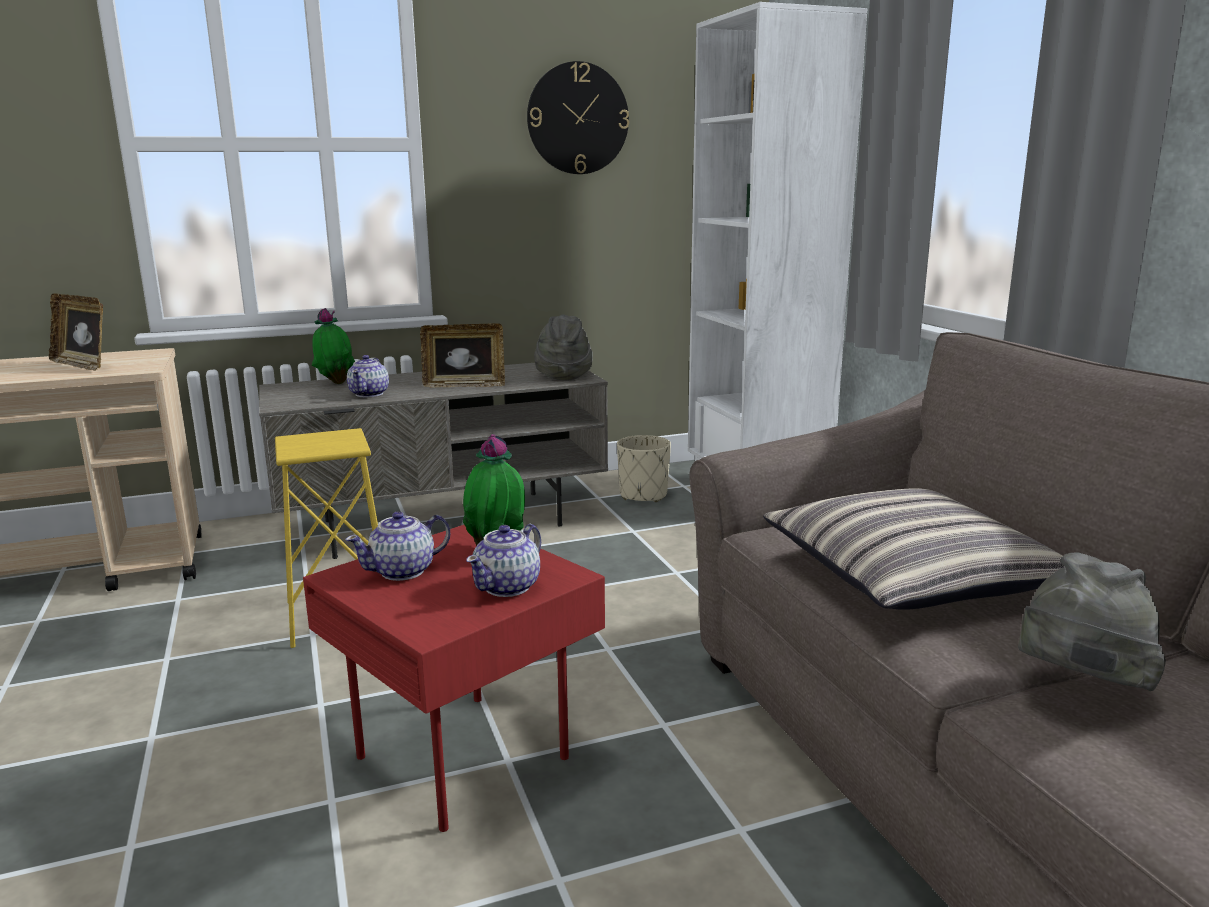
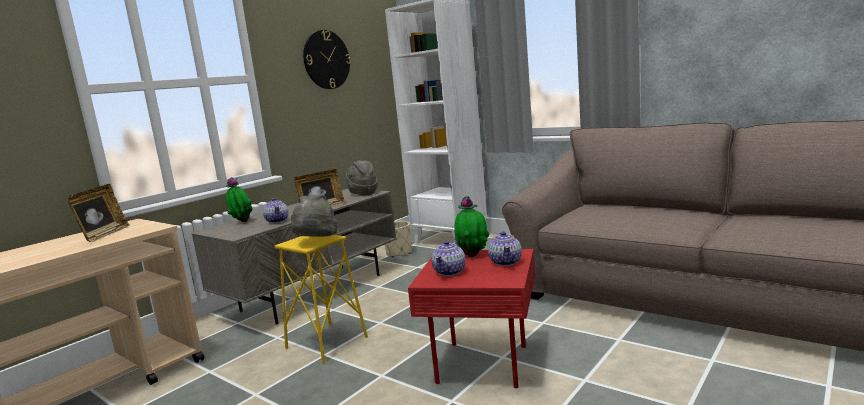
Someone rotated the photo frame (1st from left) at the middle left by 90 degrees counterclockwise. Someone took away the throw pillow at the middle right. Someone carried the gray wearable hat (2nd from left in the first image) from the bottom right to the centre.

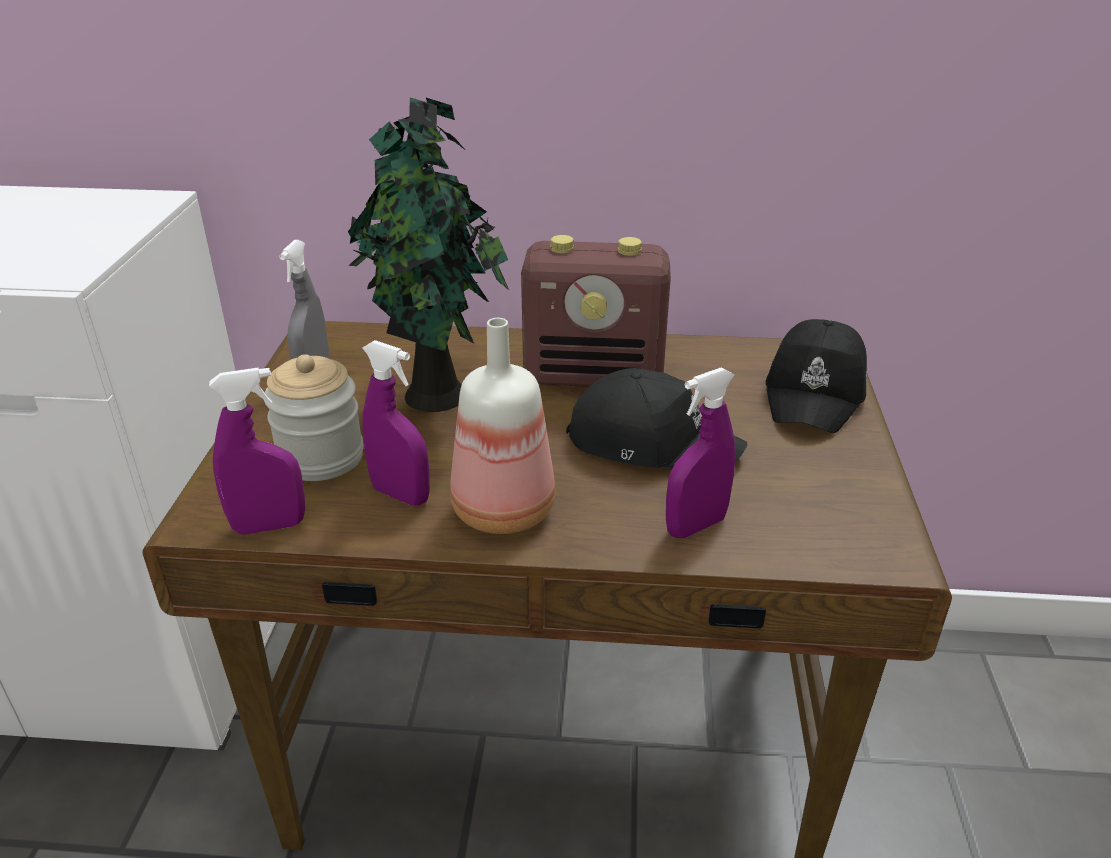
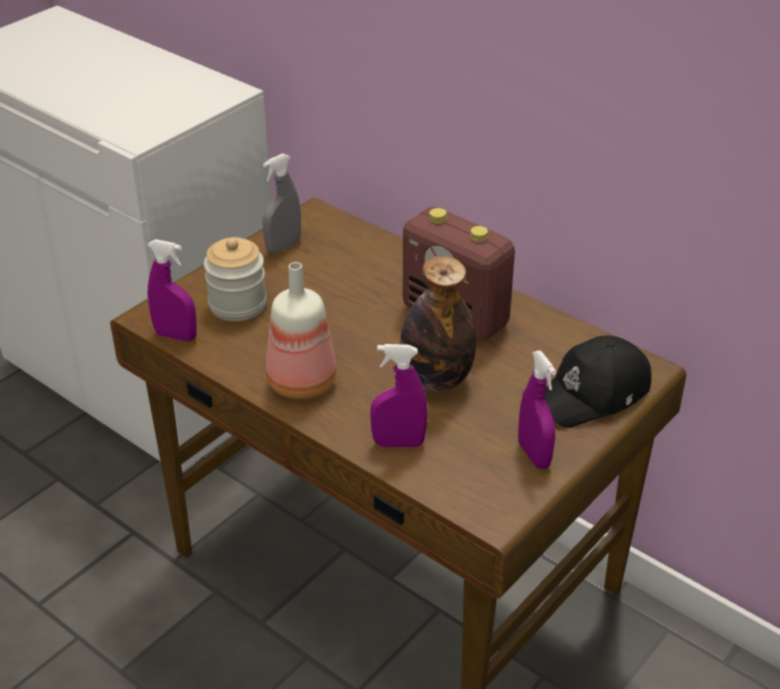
Someone took away the houseplant at the top centre. Someone carried the purple hand sprayer (2nd from left in the first image) from the centre to the middle right. Someone swapped the blackish baseball cap (1st from left) at the centre for the drink bottle (2nd from left) at the centre.

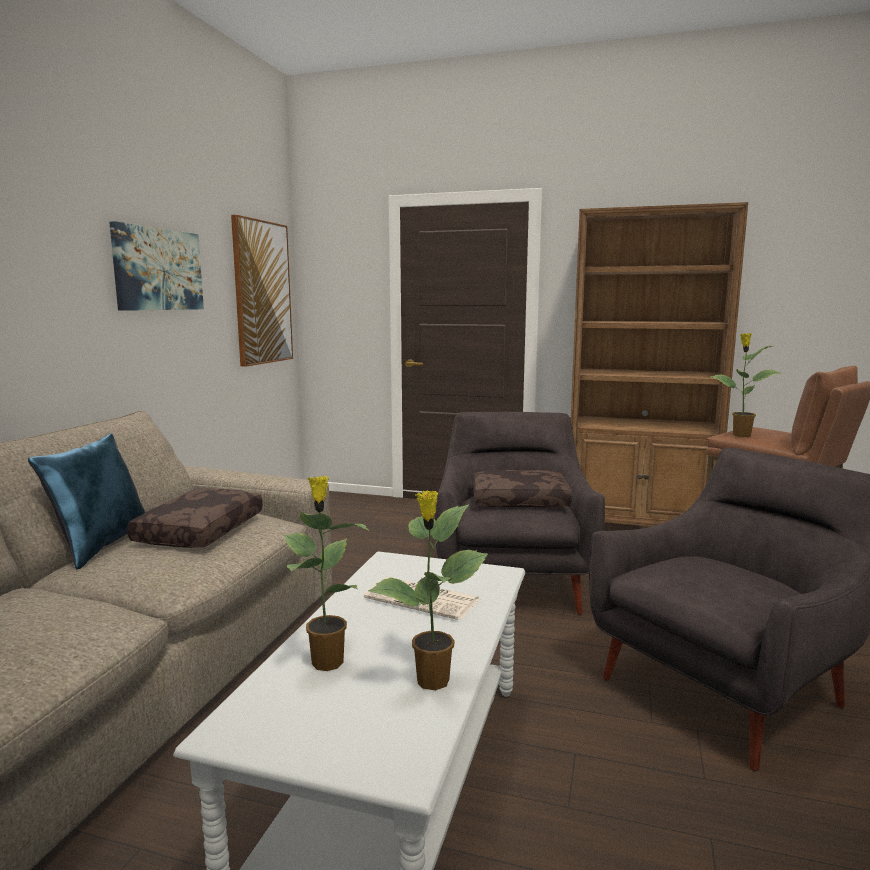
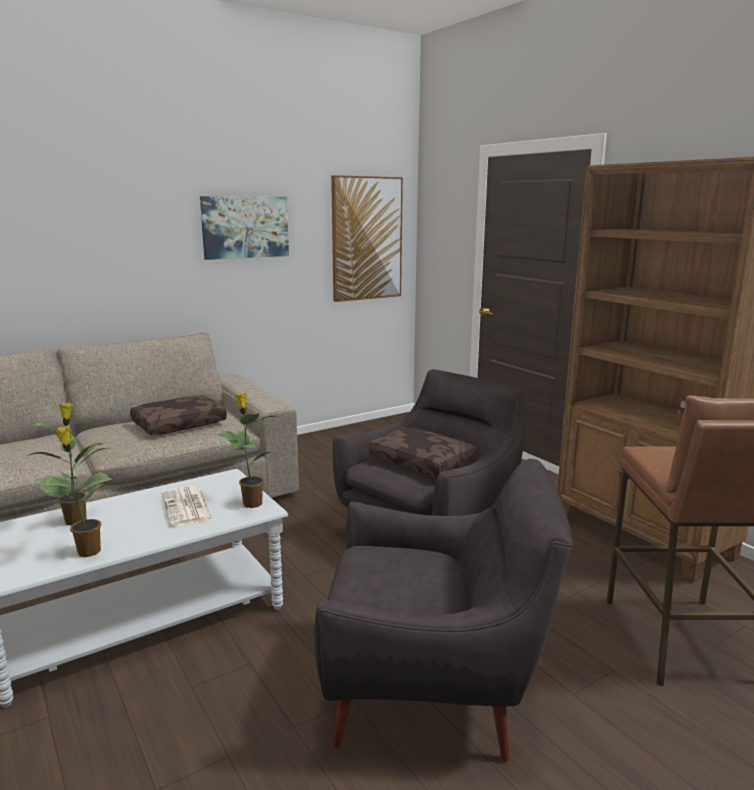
Someone took away the blue throw pillow at the middle left. Someone carried the houseplant (3rd from left) from the middle right to the middle left.

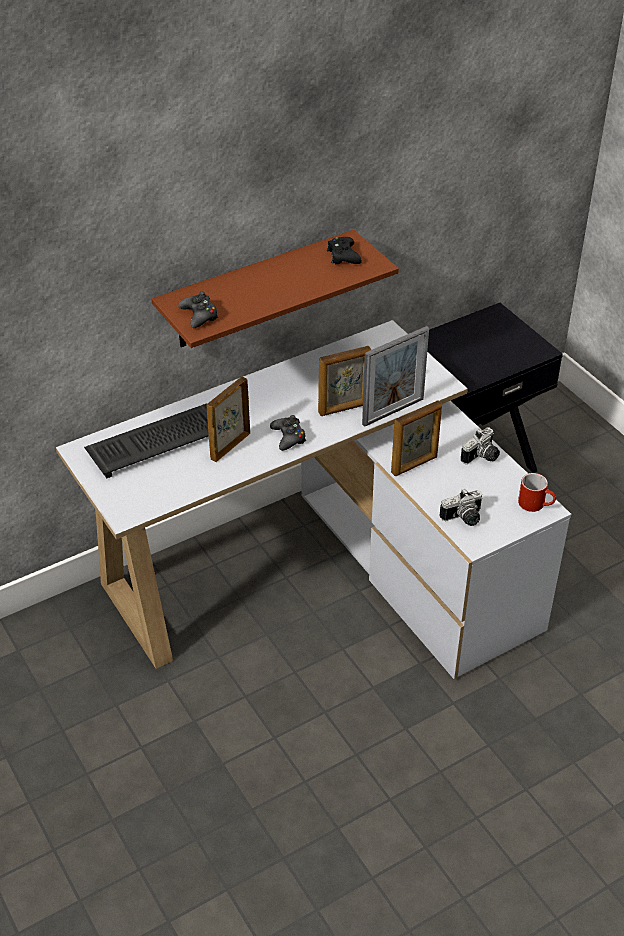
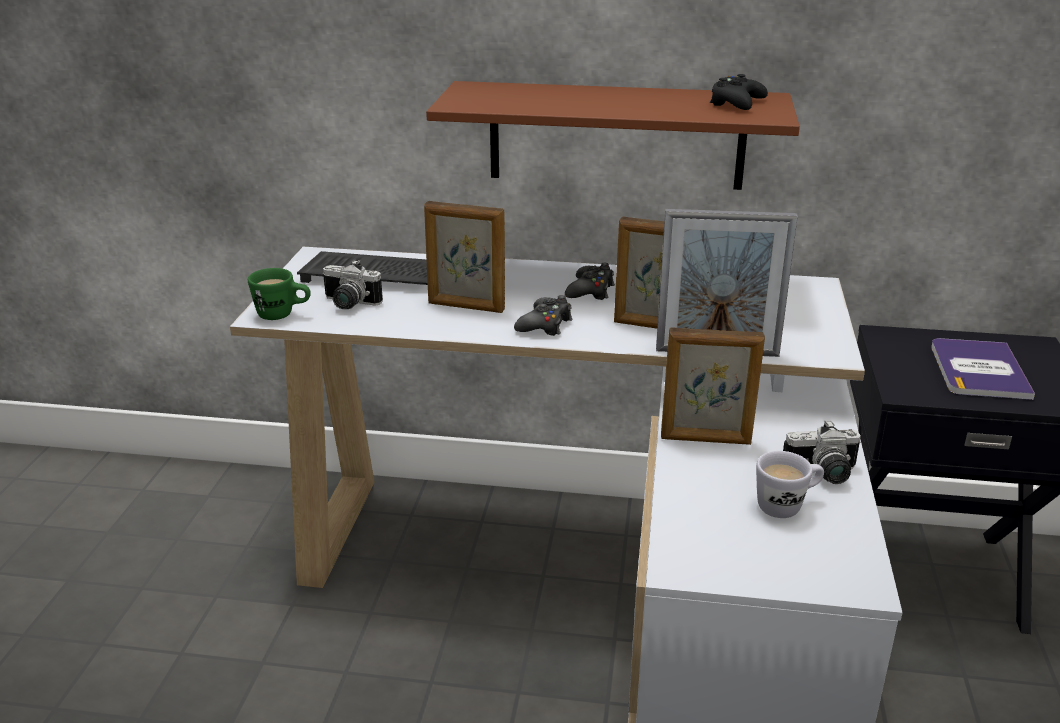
Someone carried the blackish gamepad (1st from left in the first image) from the top left to the centre. Someone rotated the photo frame (1st from left) at the centre by 150 degrees counterclockwise. Someone carried the photo camera (1st from left) from the middle right to the middle left. Someone took away the reddish mug at the middle right. Someone put down the green mug at the middle left. Someone put down the whitish mug at the bottom right. Someone put down the bound book at the middle right.

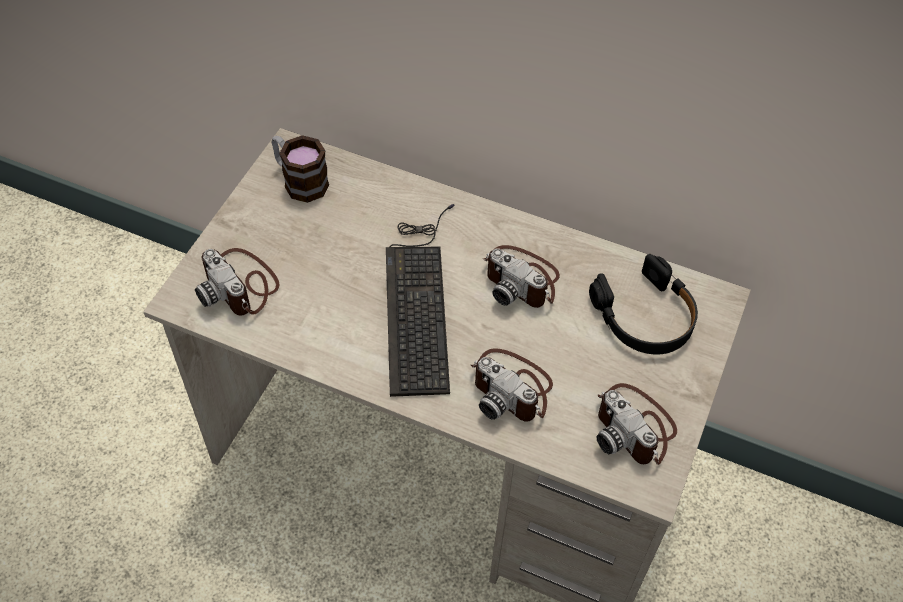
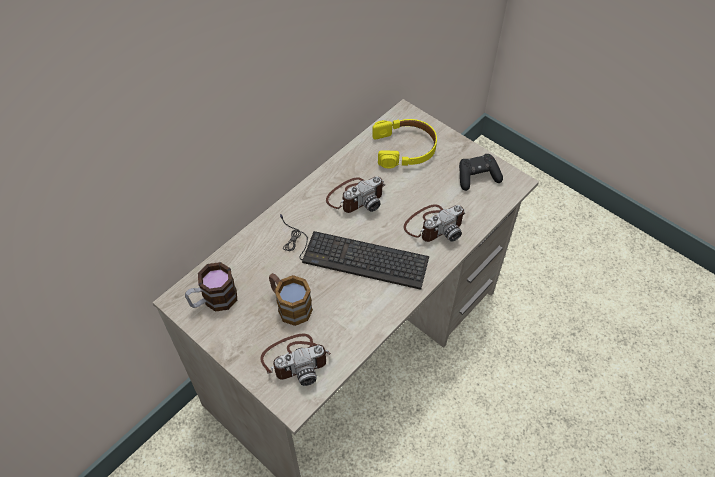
Someone repainted the blackish pair of headphones at the middle right, which became the yellow-coloured pair of headphones at the top centre. Someone swapped the photo camera (4th from left) at the bottom right for the blackish gamepad at the middle right. Someone put down the mug (2nd from left) at the centre.

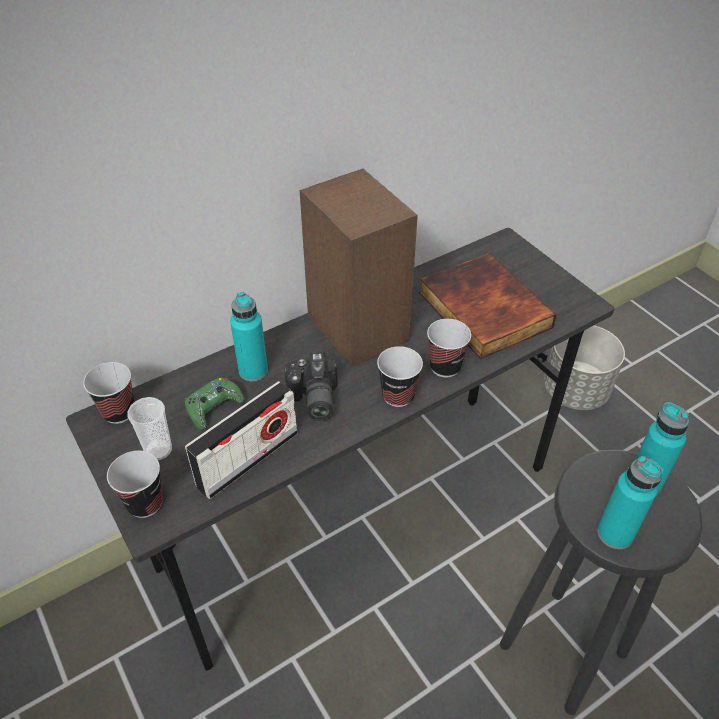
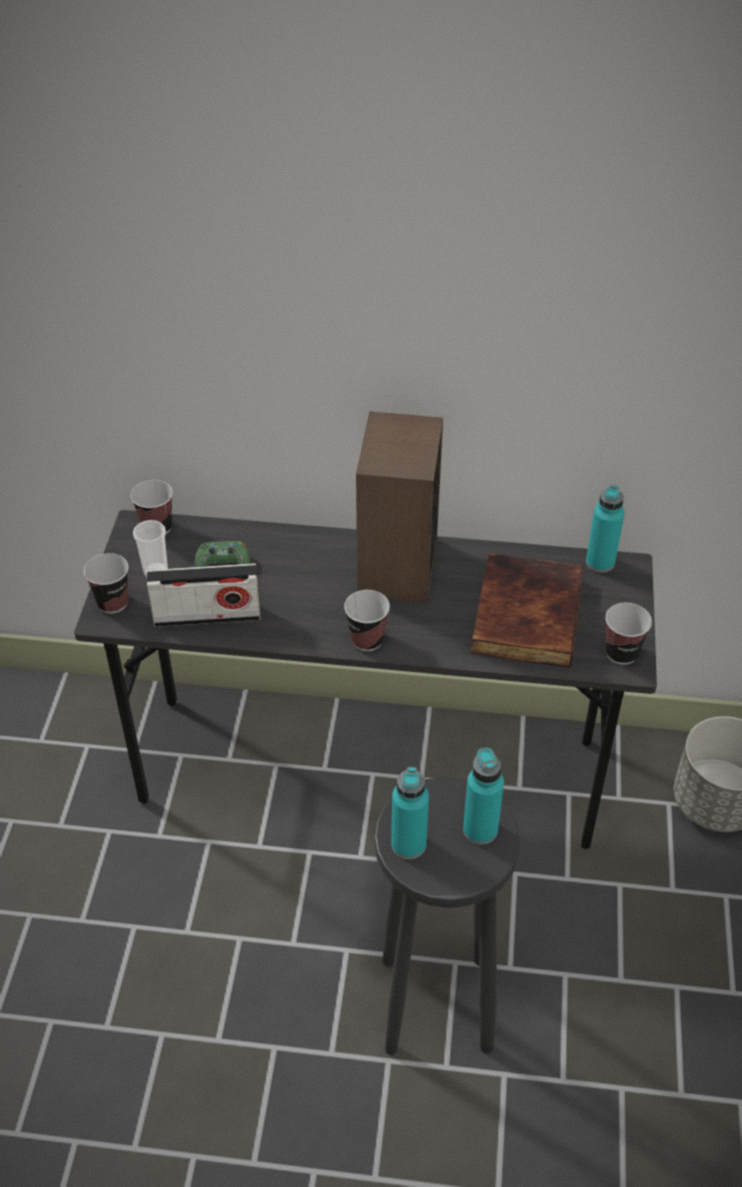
Someone carried the blue-green drink bottle (1st from left in the first image) from the centre to the middle right. Someone took away the photo camera at the centre. Someone carried the drinking cup (5th from left) from the centre to the middle right.

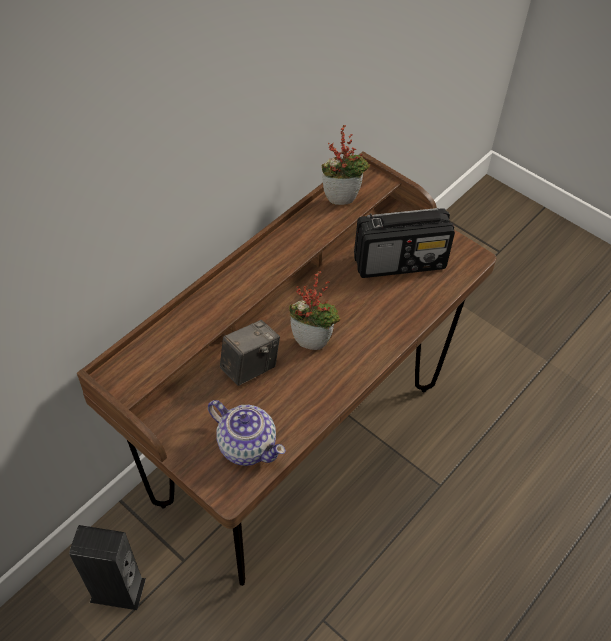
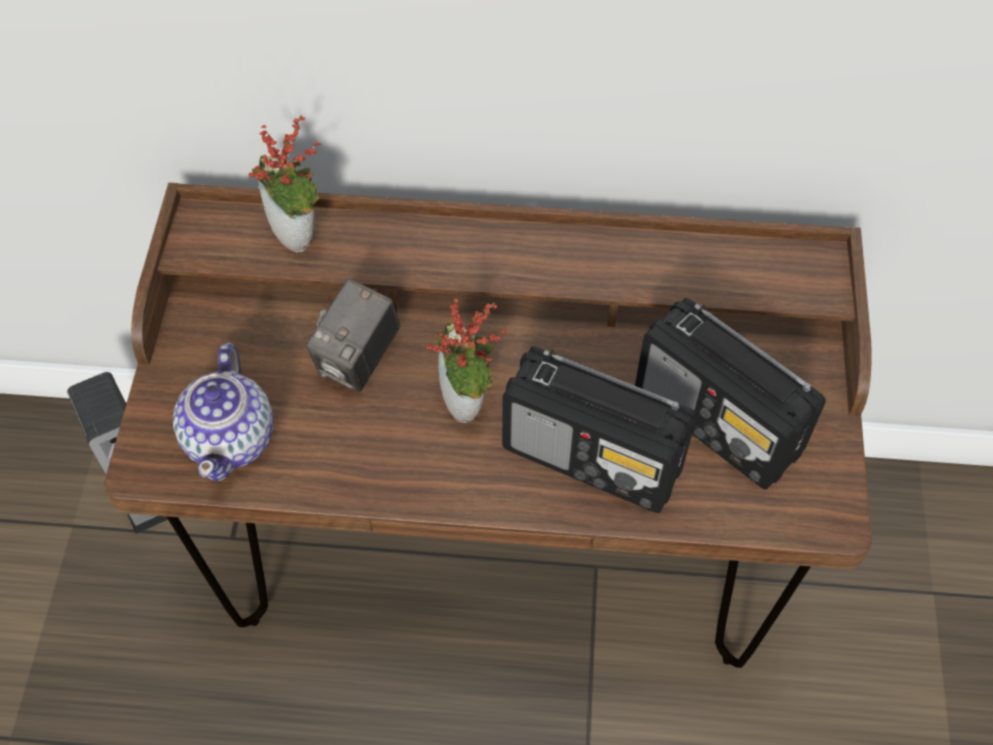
Someone rotated the photo camera at the centre by 105 degrees clockwise. Someone carried the houseplant (2nd from left in the first image) from the top centre to the top left. Someone put down the radio (1st from left) at the centre.

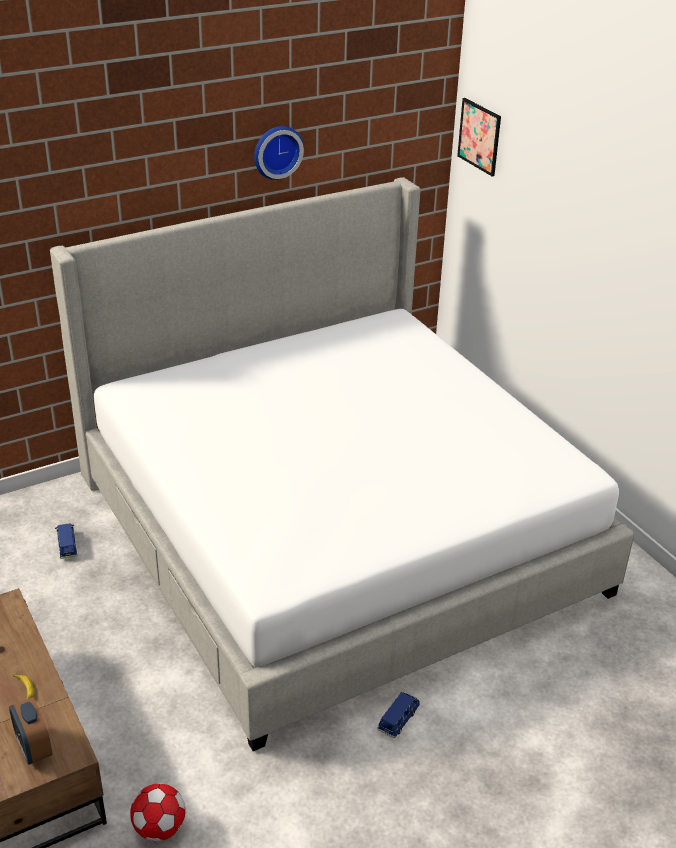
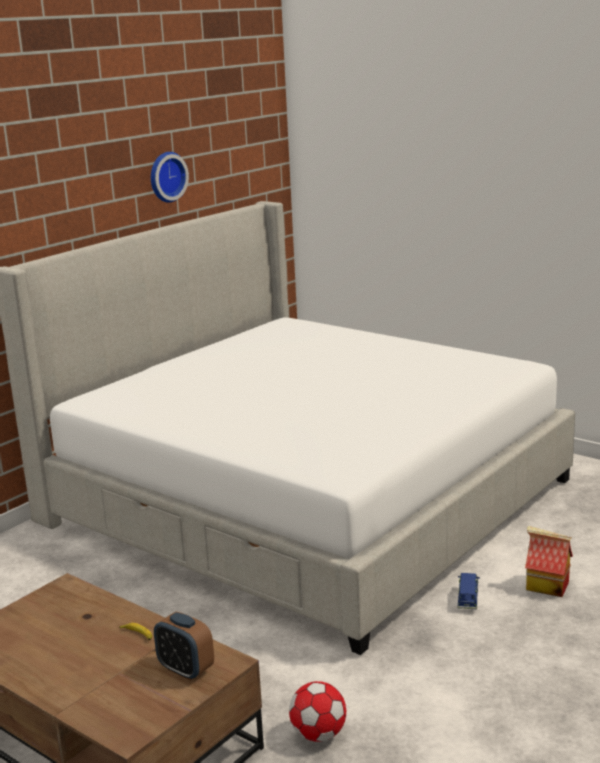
Someone took away the blue toy car (1st from left) at the middle left. Someone took away the wall picture at the top right. Someone put down the miniature house at the bottom right.

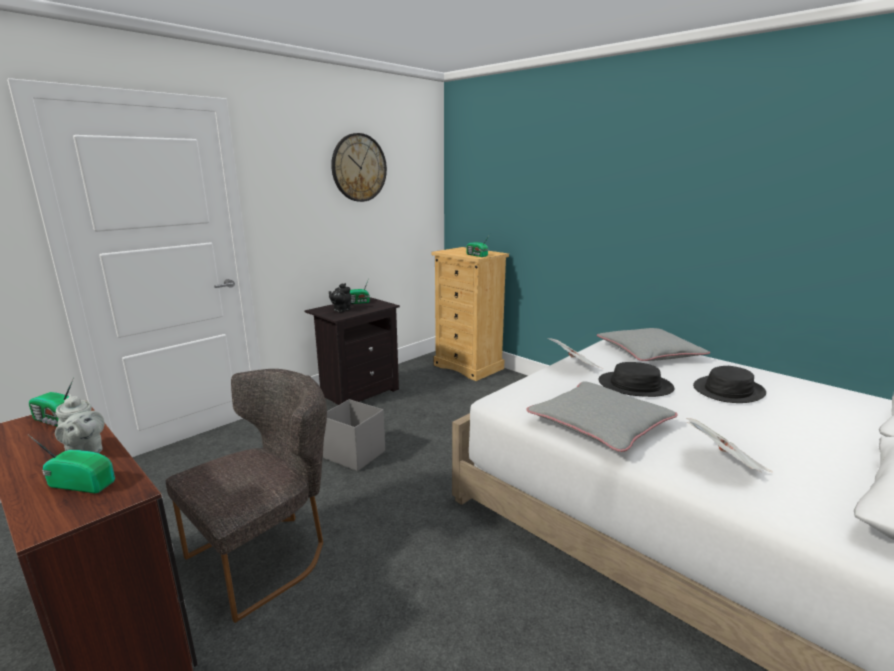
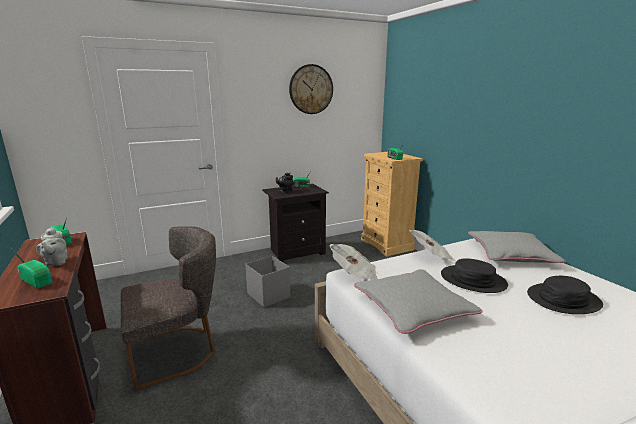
Someone carried the printed paper (2nd from left in the first image) from the middle right to the centre.

